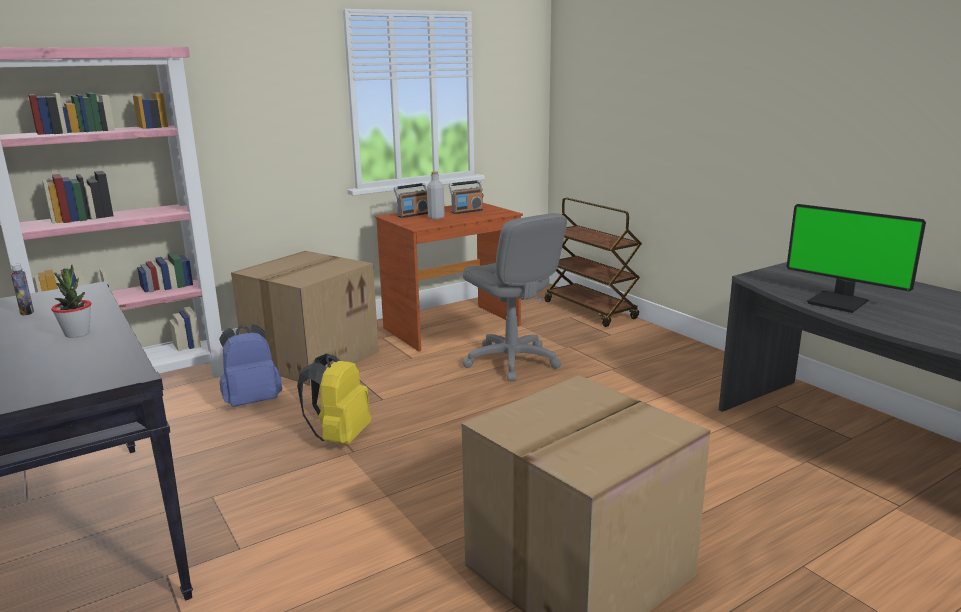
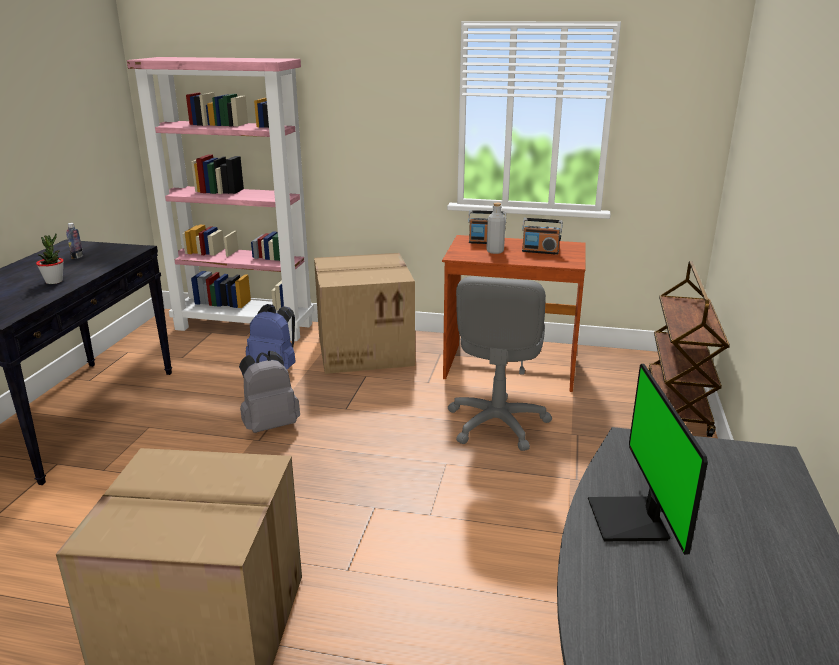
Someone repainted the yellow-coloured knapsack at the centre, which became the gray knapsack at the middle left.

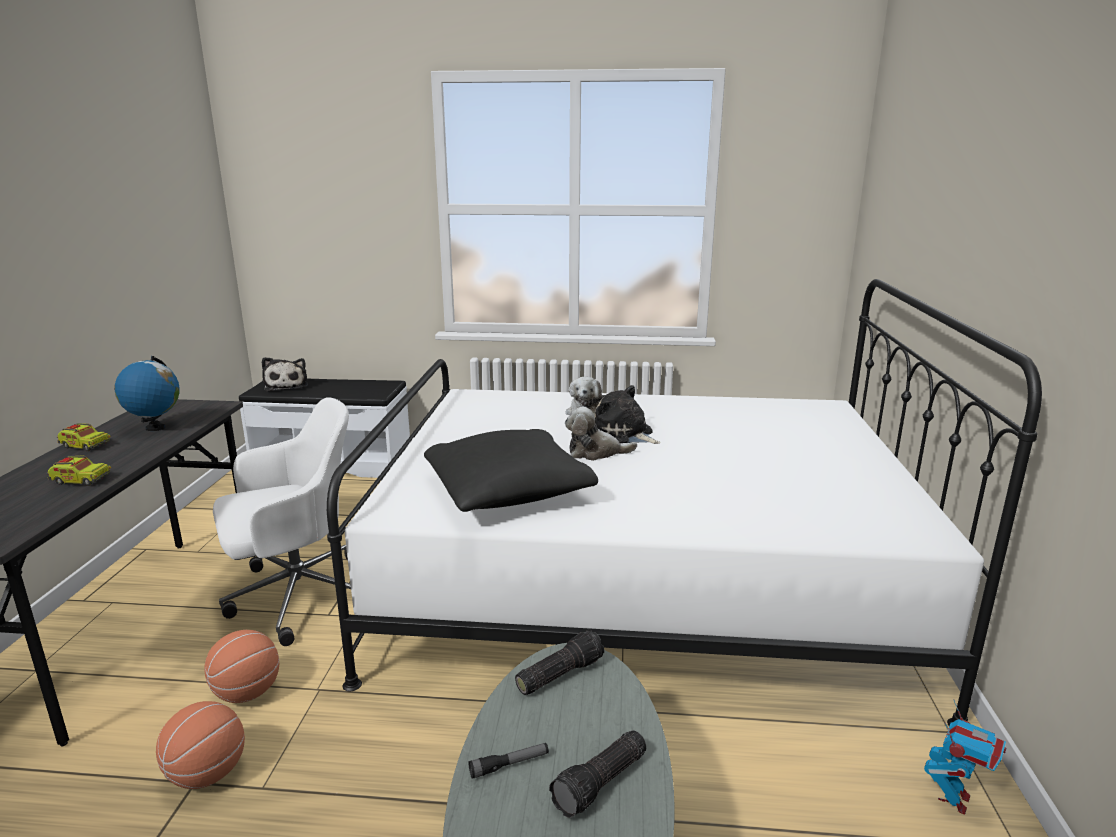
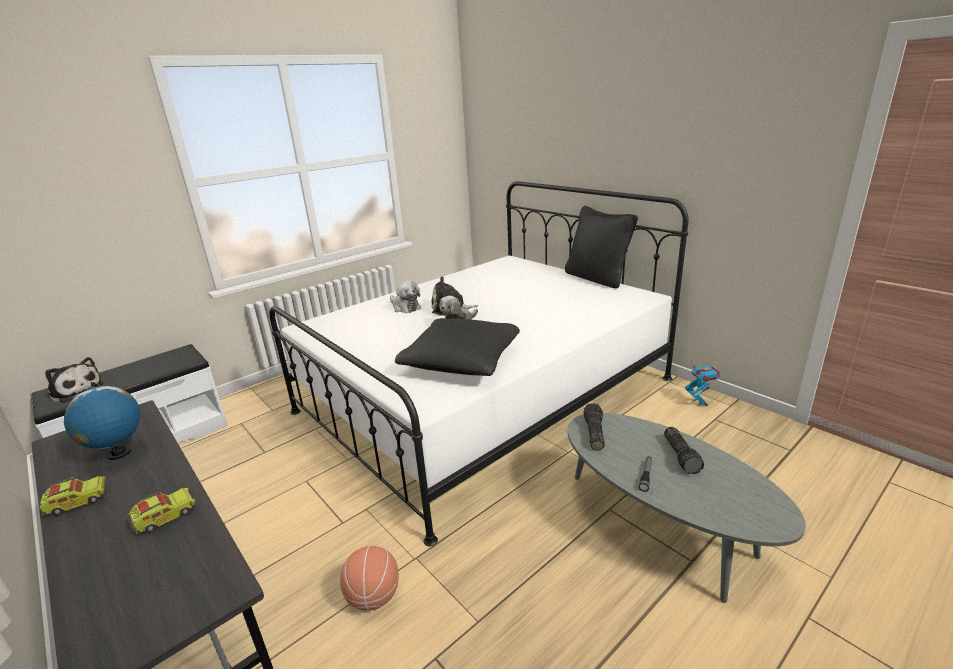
Someone took away the basketball ball (1st from left) at the bottom left. Someone took away the whitish office chair at the middle left. Someone put down the blackish throw pillow (2nd from left) at the centre.

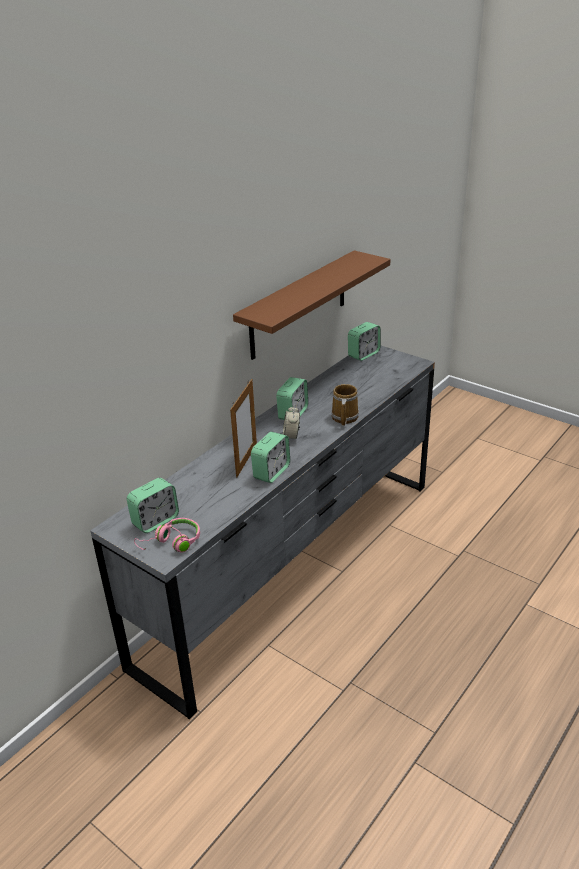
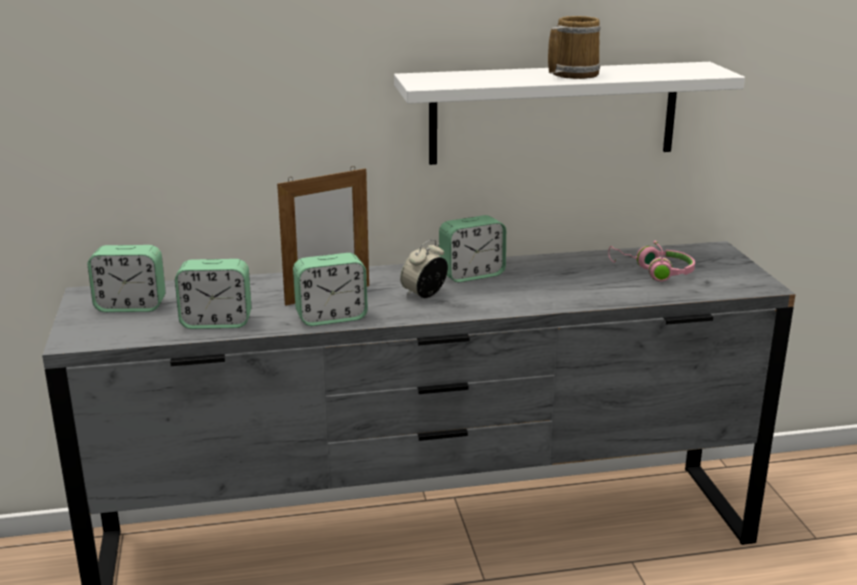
Someone carried the pinkish pair of headphones from the middle left to the middle right. Someone repainted the brownish wall shelf at the centre, which became the whitish wall shelf at the top centre. Someone carried the mug from the centre to the top right. Someone carried the bedside clock (5th from left in the first image) from the centre to the middle left.

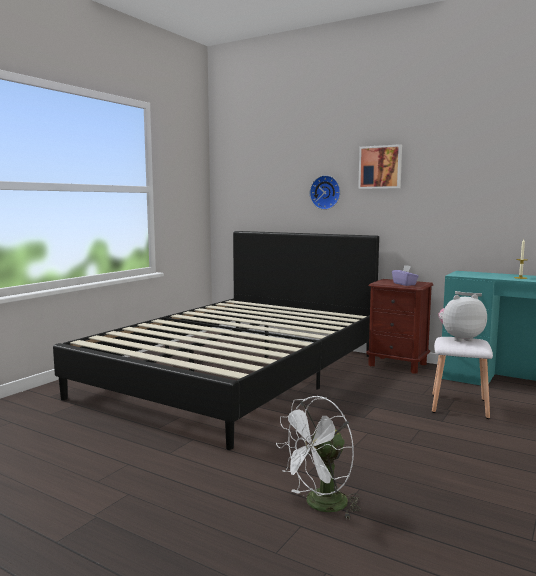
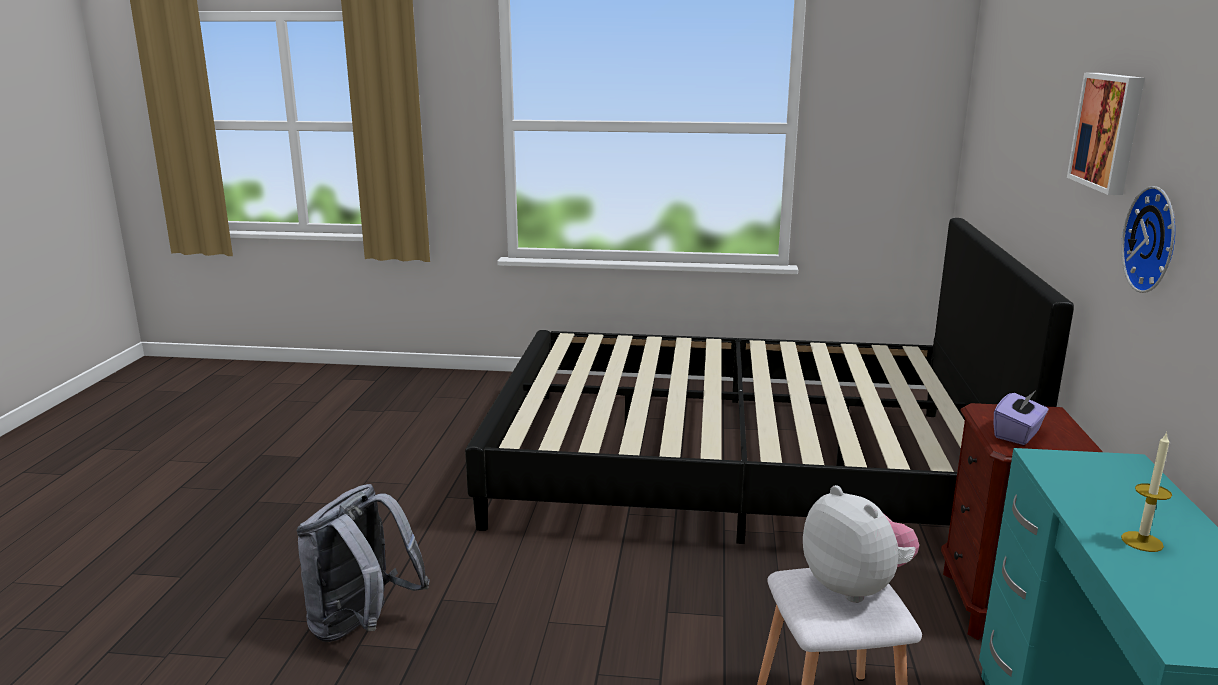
Someone swapped the whitish cooling fan at the bottom centre for the gray knapsack at the bottom left. Someone carried the hanging clock from the centre to the middle right.

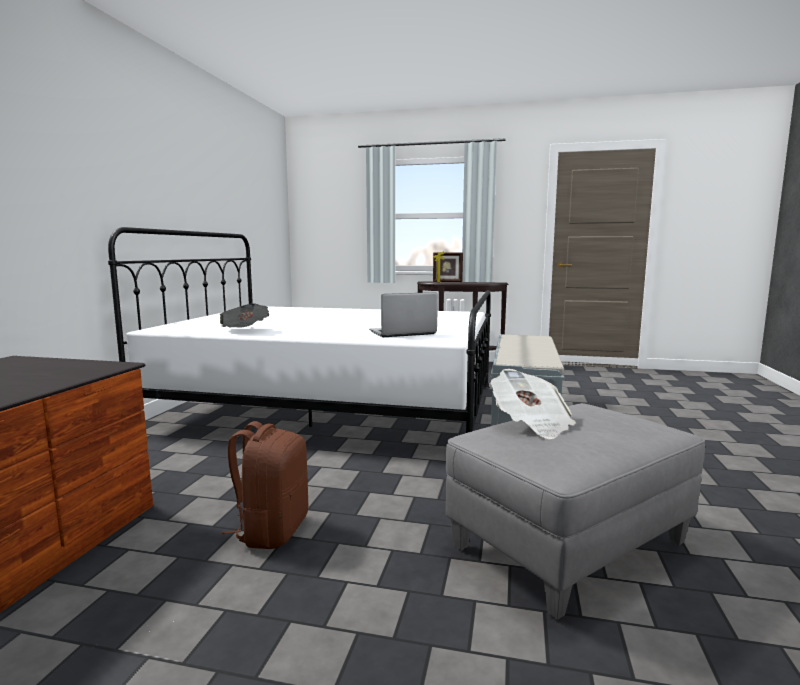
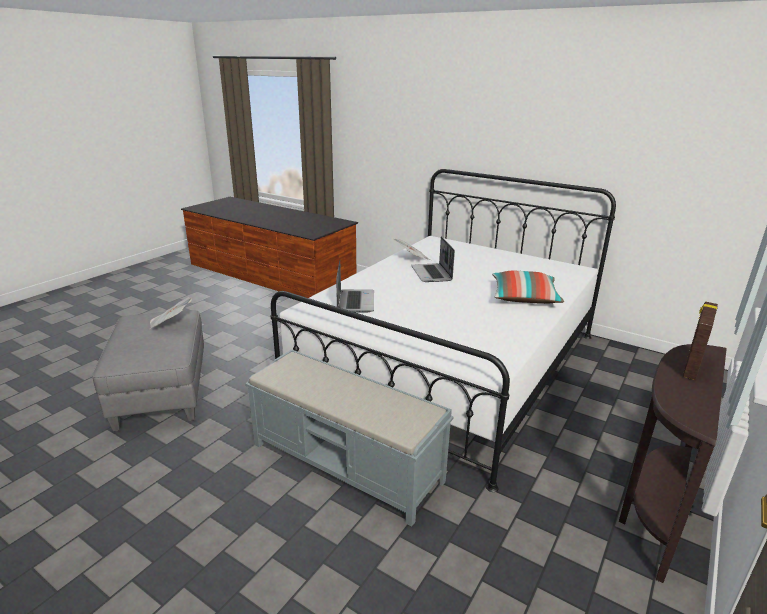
Someone took away the brownish knapsack at the bottom left. Someone put down the laptop (2nd from left) at the centre. Someone put down the throw pillow at the middle right.

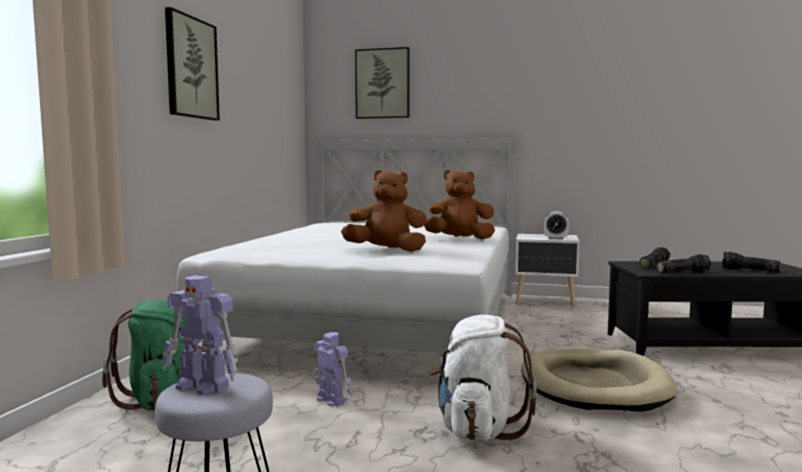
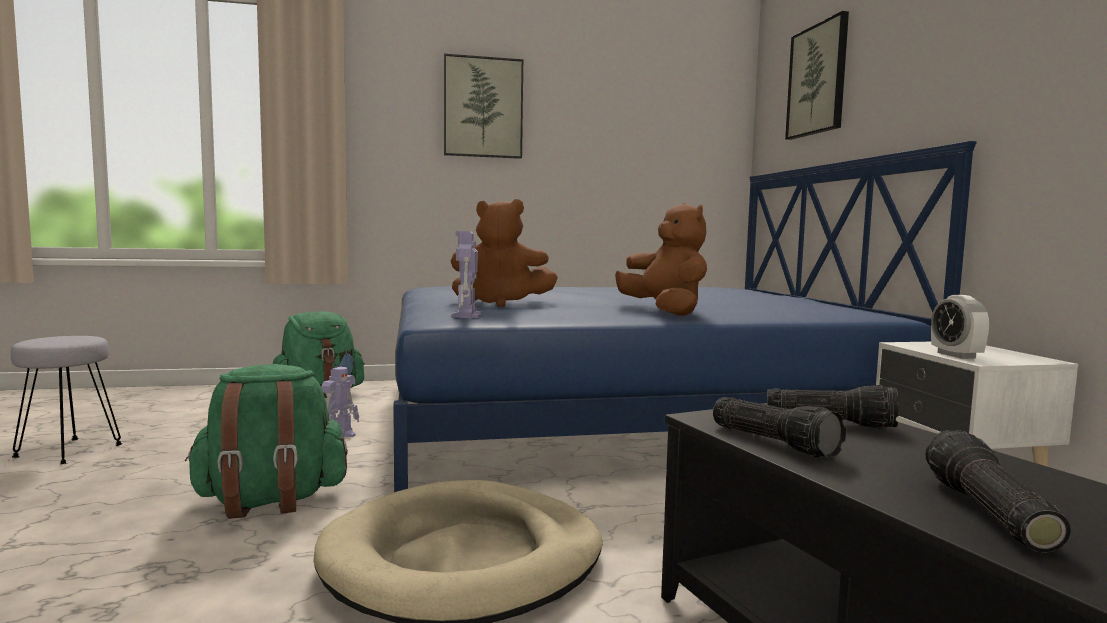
Someone carried the toy robot (1st from left in the first image) from the bottom left to the centre. Someone repainted the whitish bed at the centre, which became the blue bed at the centre. Someone rotated the brownish soft toy (1st from left) at the centre by 105 degrees clockwise. Someone repainted the whitish knapsack at the bottom centre, which became the green knapsack (1st from left) at the bottom left.

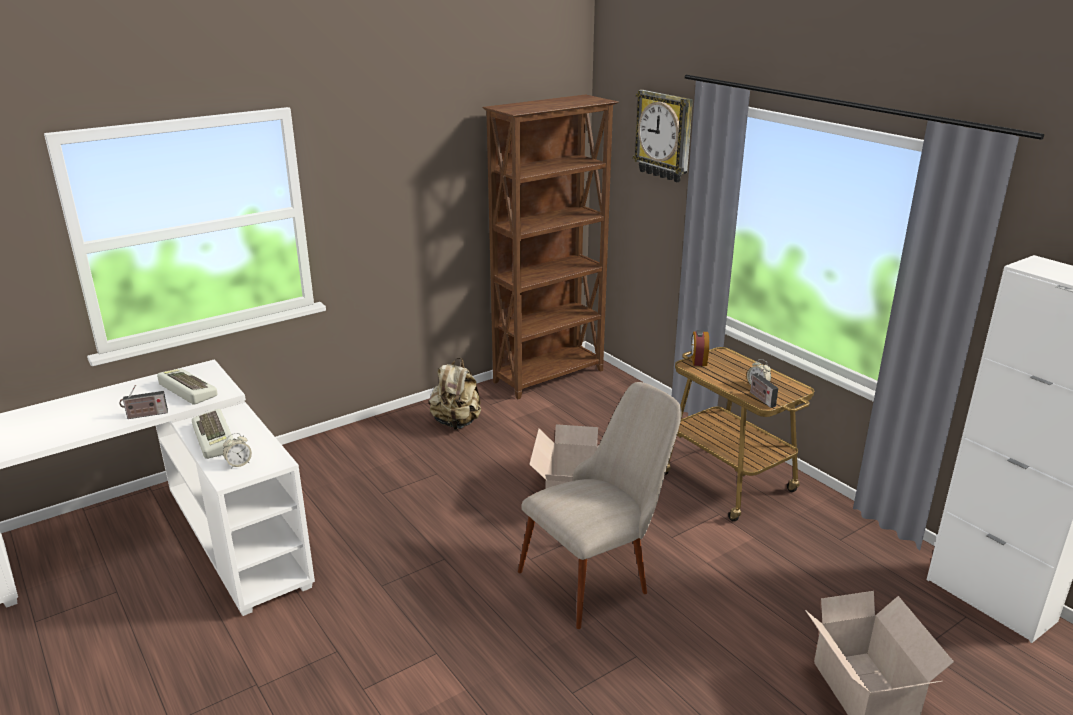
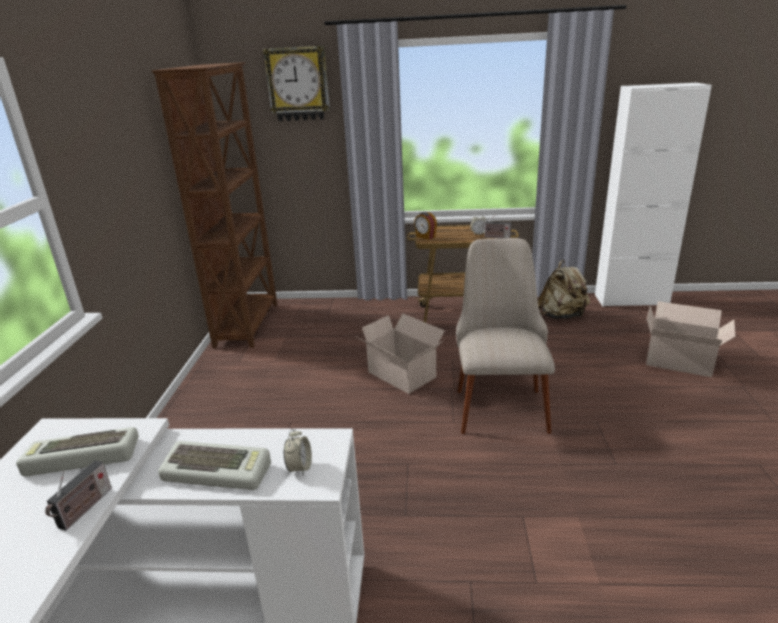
Someone carried the beige knapsack from the centre to the middle right.

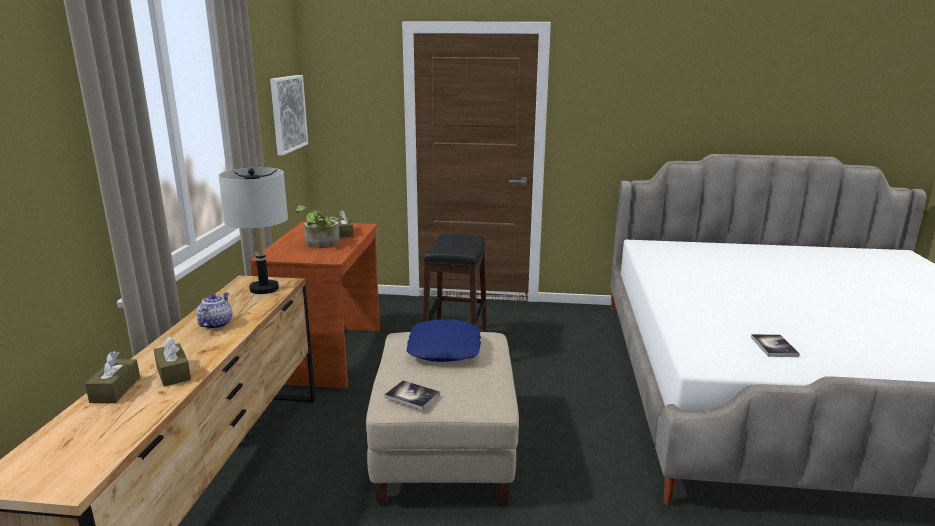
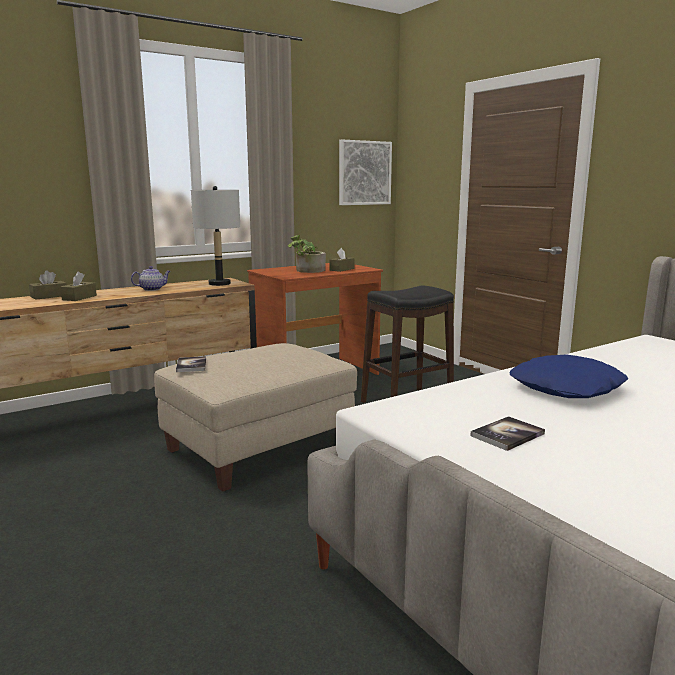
Someone carried the blue throw pillow from the centre to the middle right.

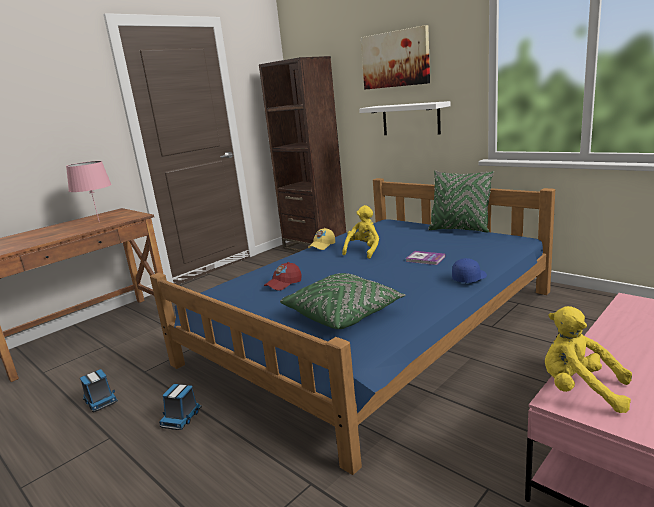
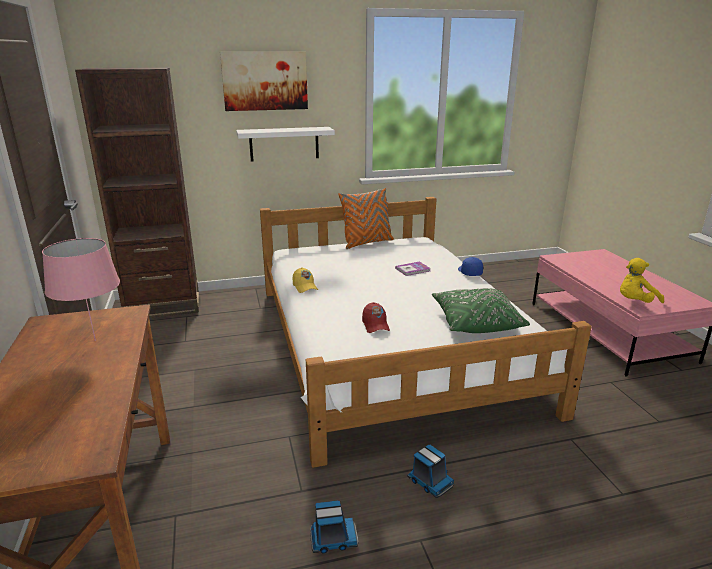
Someone repainted the blue bed at the centre, which became the whitish bed at the centre. Someone took away the yellow-coloured soft toy (1st from left) at the centre. Someone repainted the green throw pillow (2nd from left) at the middle right, which became the orangey throw pillow at the centre.

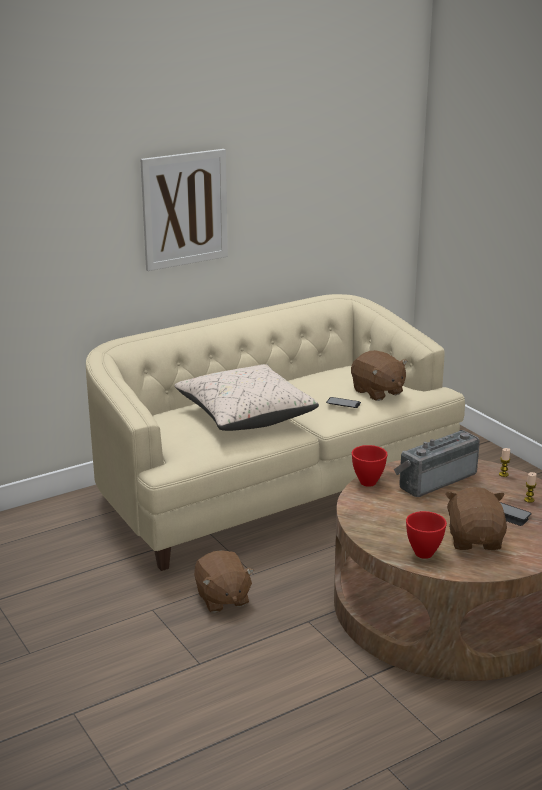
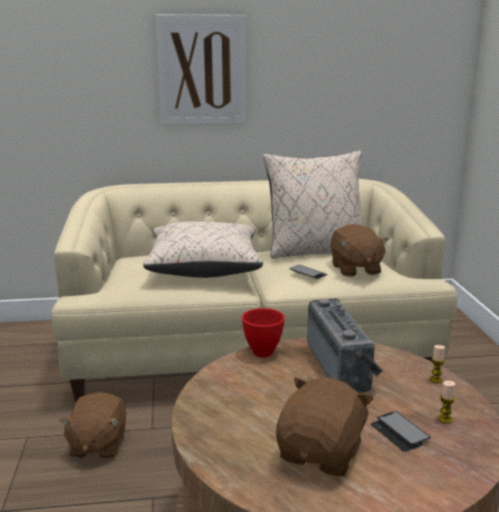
Someone rotated the radio at the middle right by 90 degrees clockwise. Someone took away the reddish bowl (2nd from left) at the bottom right. Someone put down the beige throw pillow (2nd from left) at the centre.

